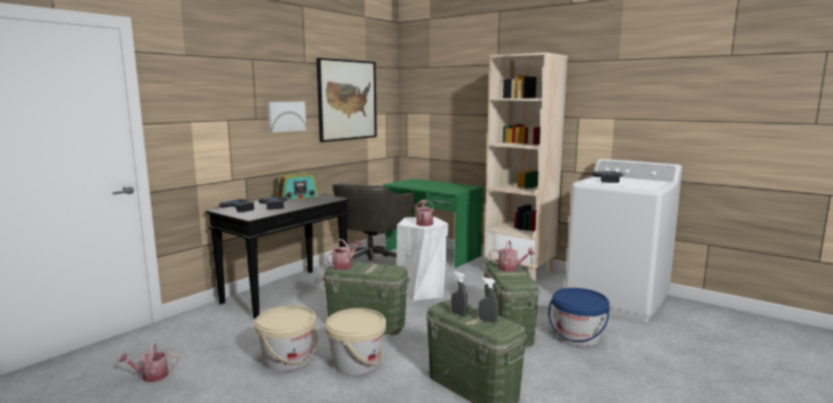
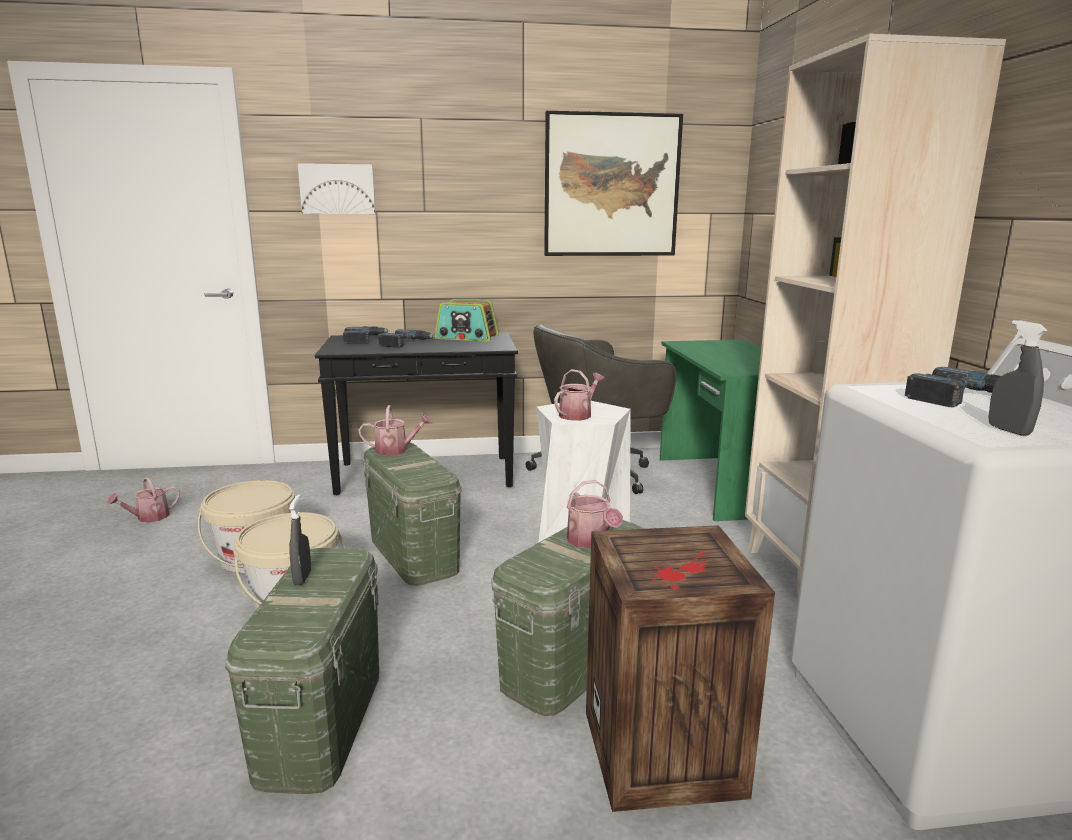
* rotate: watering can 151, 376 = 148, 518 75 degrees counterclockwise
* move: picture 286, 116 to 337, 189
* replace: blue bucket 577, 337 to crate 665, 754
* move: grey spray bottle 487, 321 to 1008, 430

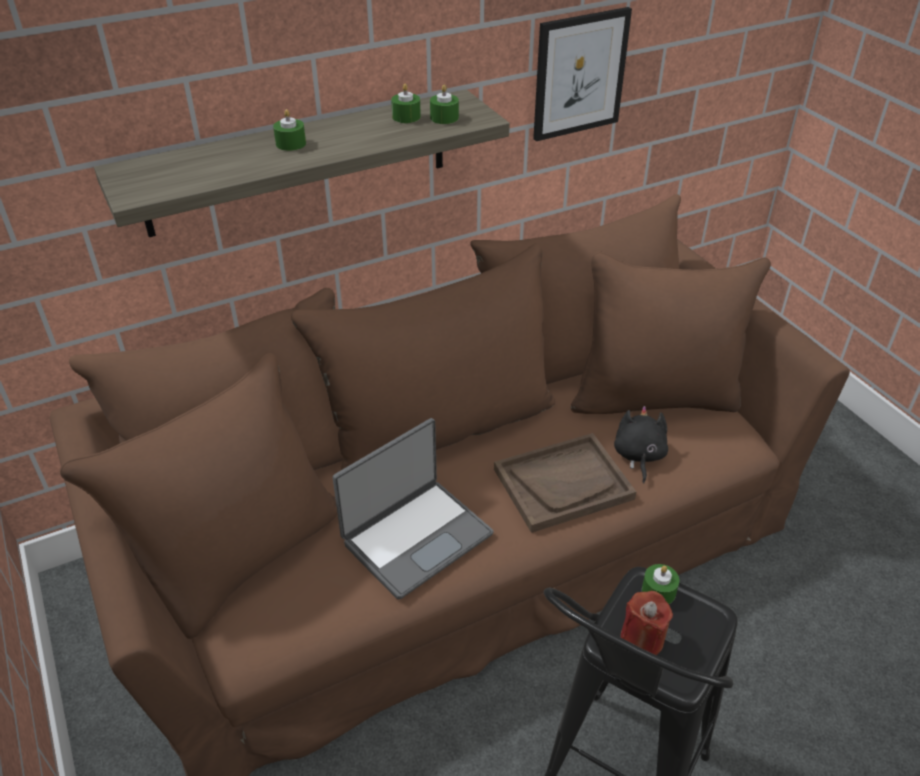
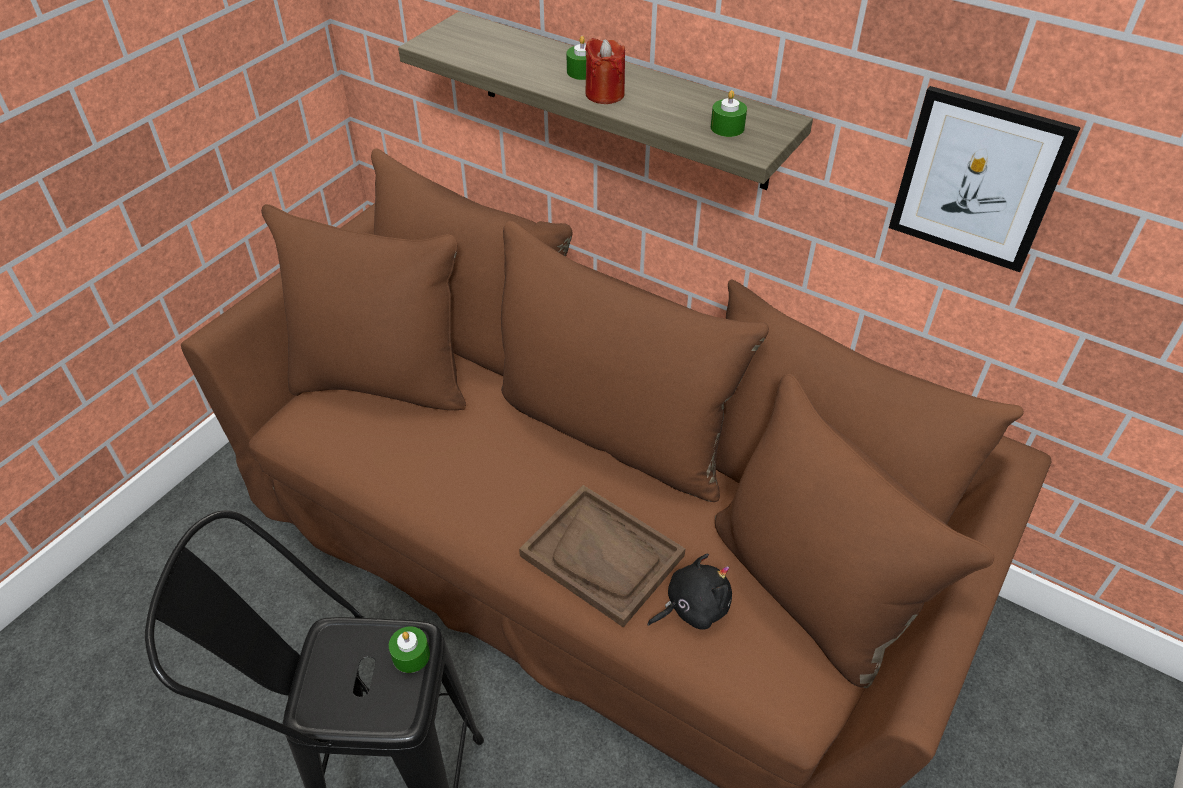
* move: red candle 642, 639 to 604, 94
* delete: laptop 416, 537
* delete: green candle 406, 117

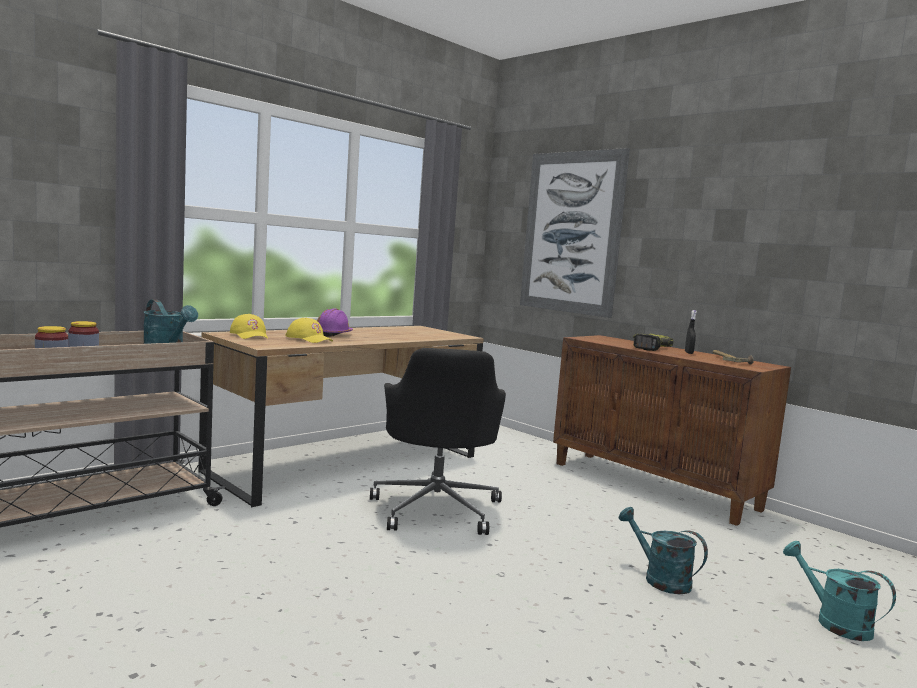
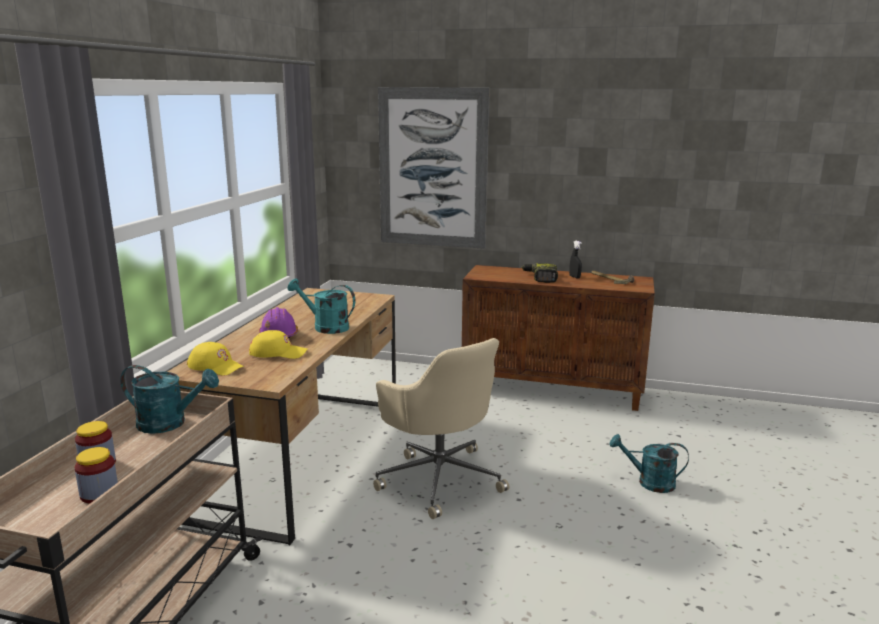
* move: turquoise watering can 834, 622 to 325, 327
* recolor: black office chair 437, 508 to beige office chair 439, 478

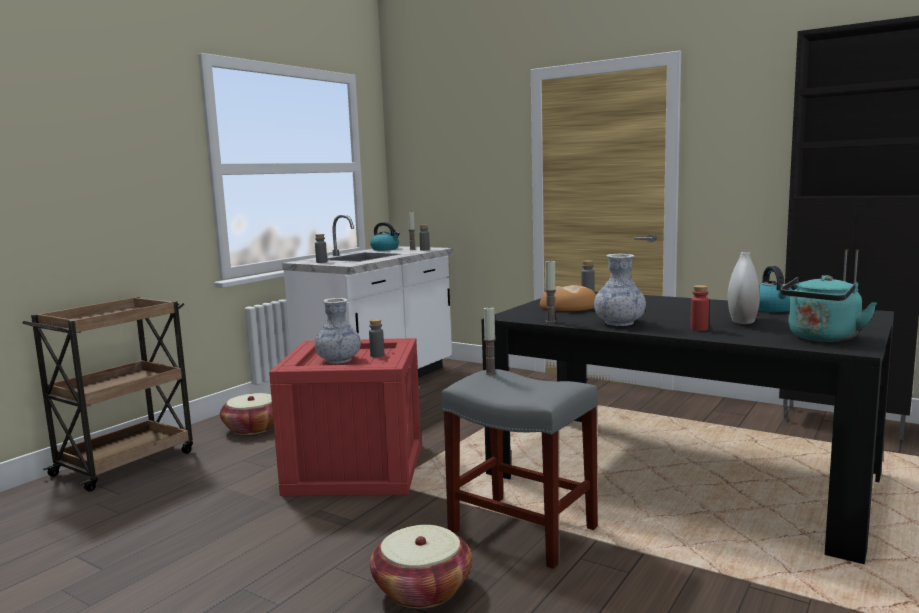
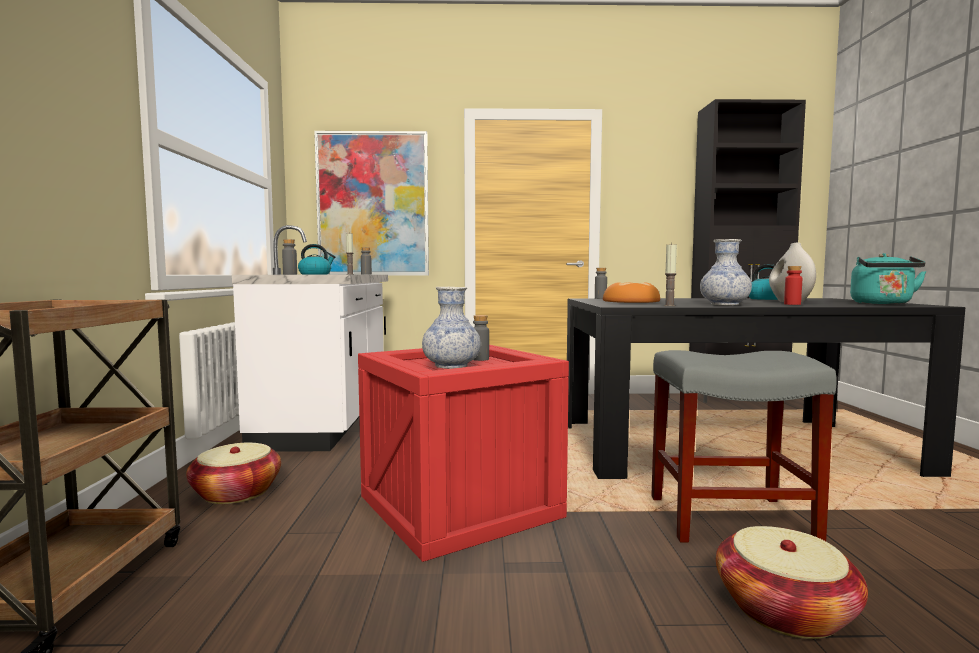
* insert: picture 373, 204
* delete: candle 490, 373

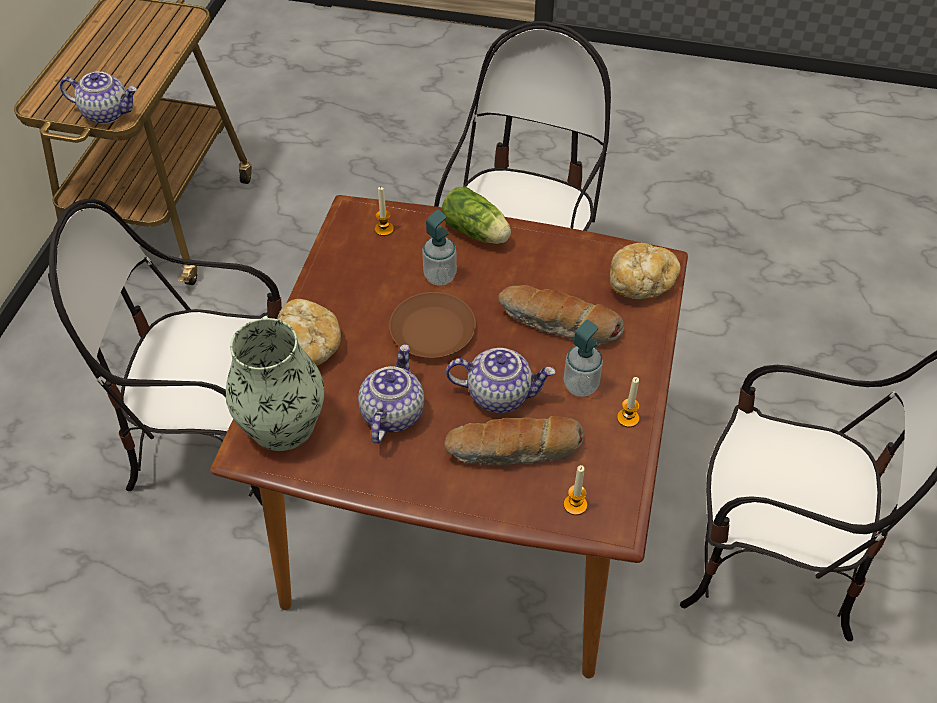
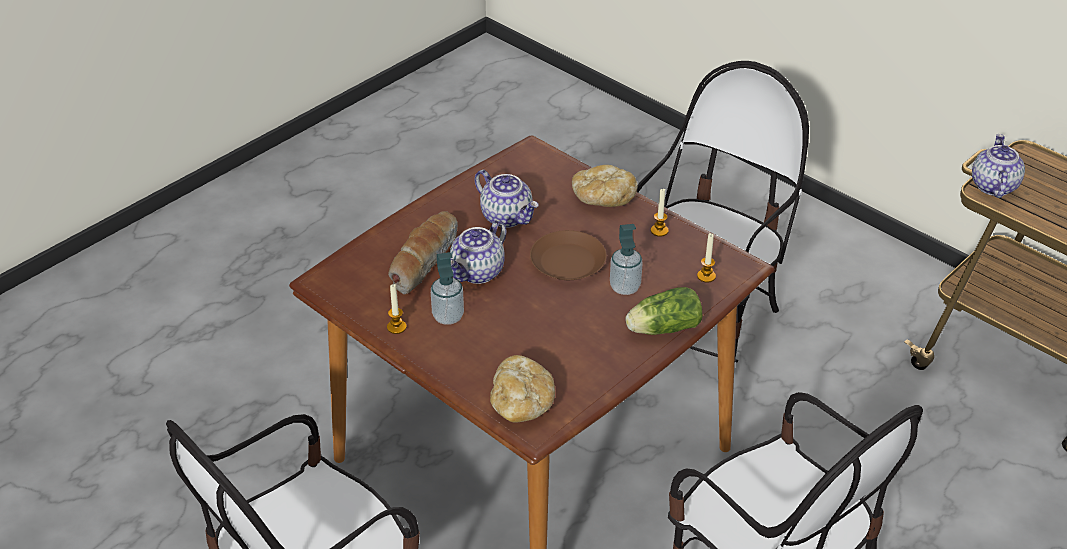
* move: candle 575, 505 to 659, 231
* rotate: teapot 107, 113 = 993, 185 150 degrees clockwise
* delete: vase 283, 424
* delete: bread 558, 324

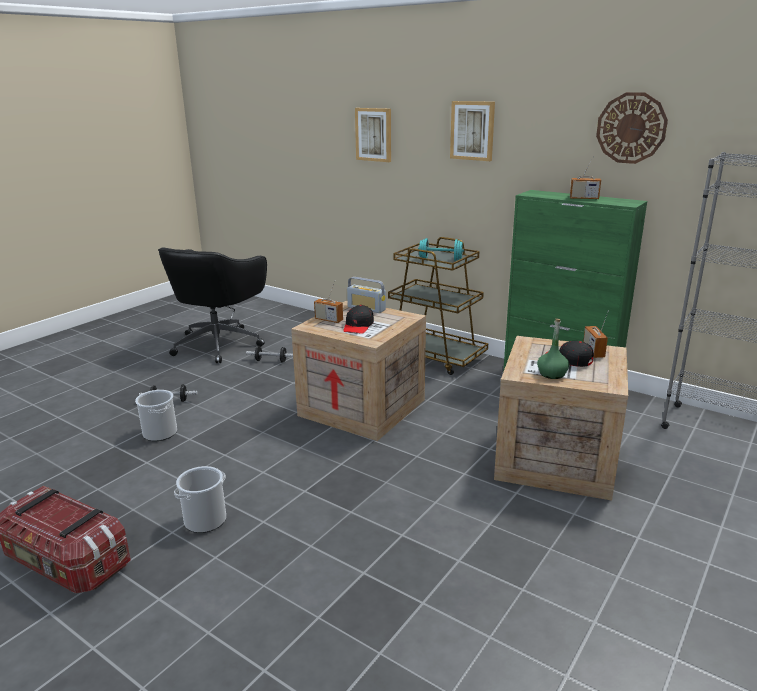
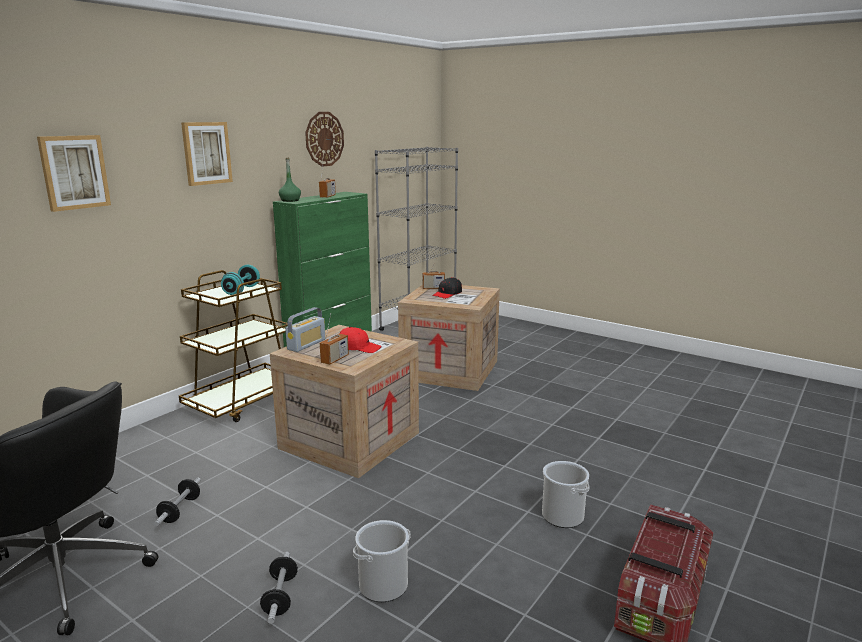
* move: green bottle 552, 374 to 290, 200
* recolor: black cap 358, 326 to red cap 359, 347

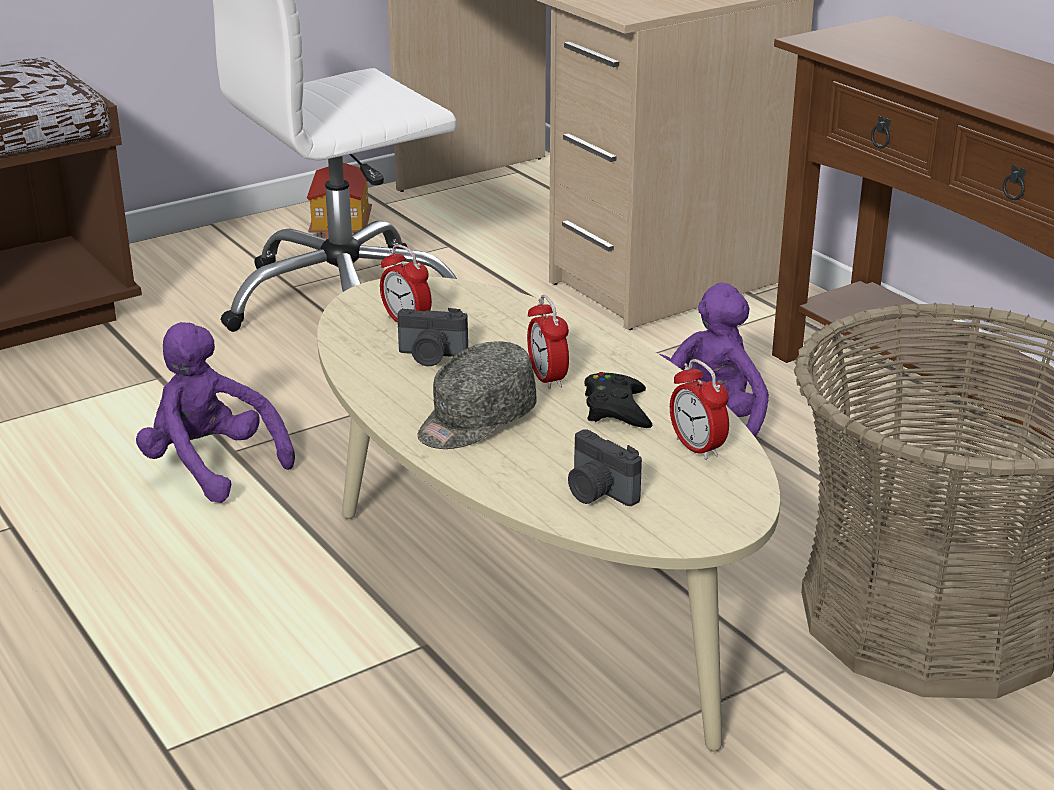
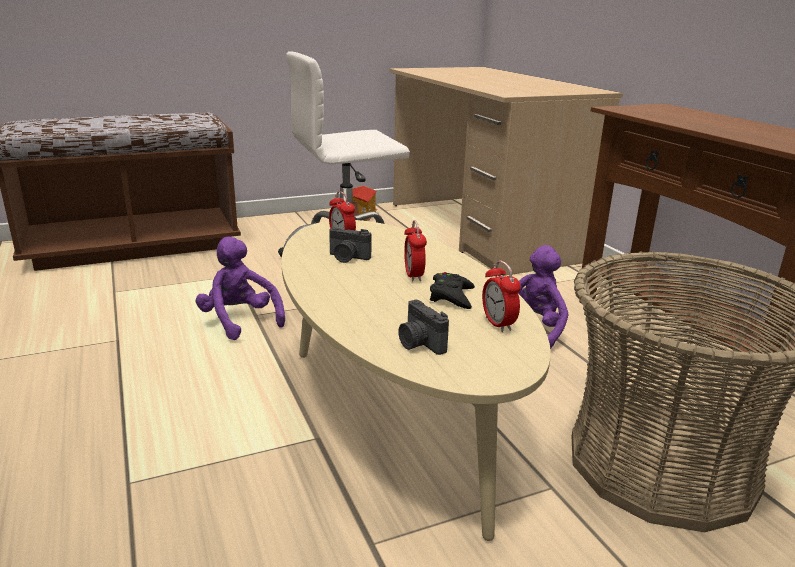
* delete: grey cap 475, 421

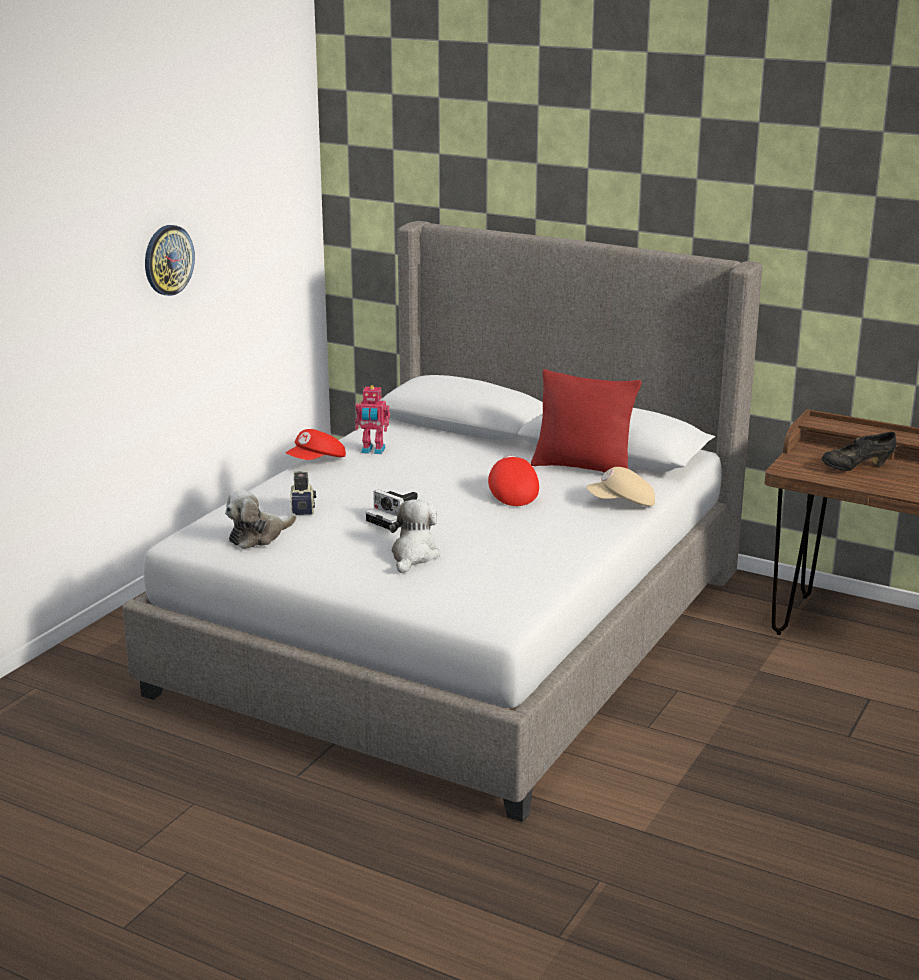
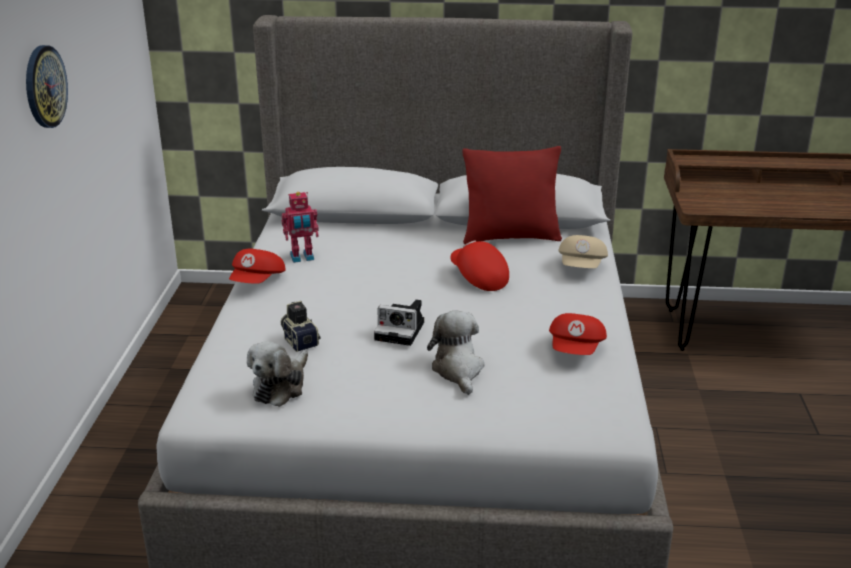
* insert: red cap 576, 350
* rotate: beige cap 622, 503 = 582, 267 45 degrees counterclockwise
* delete: black shoe 856, 468

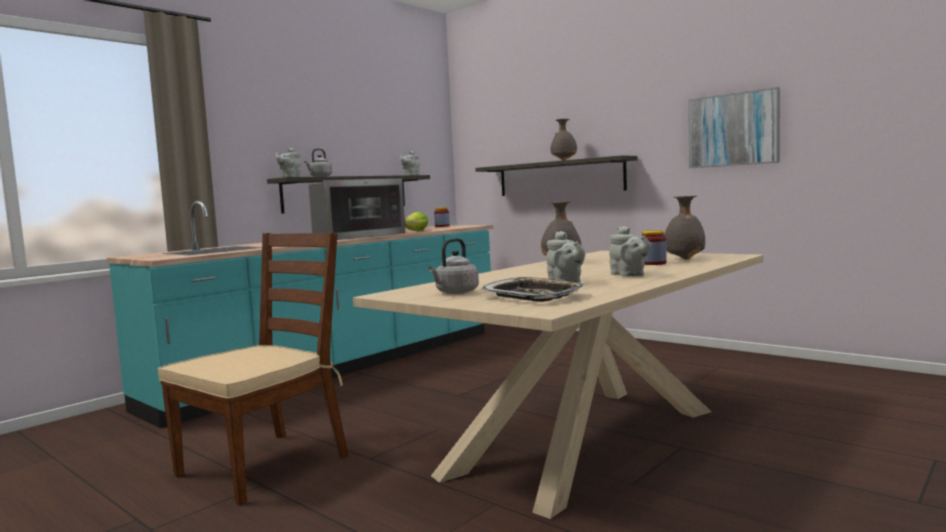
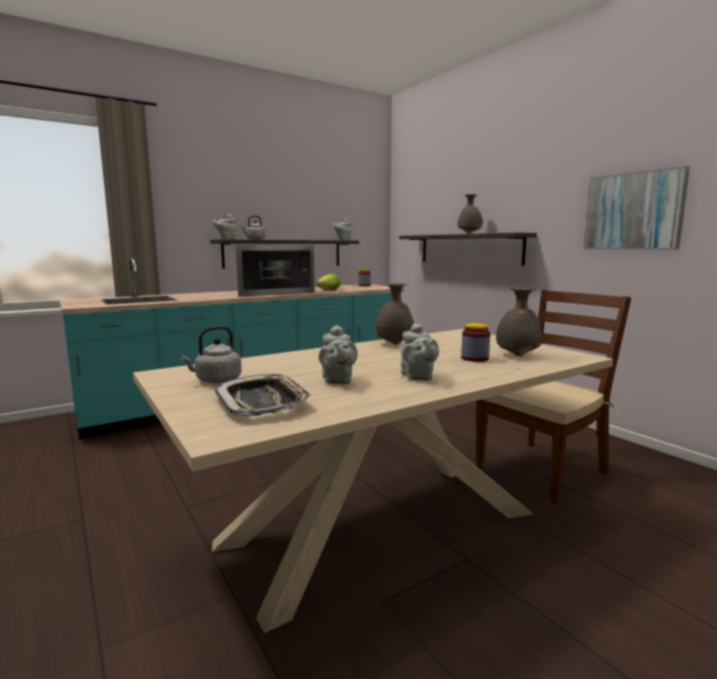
* move: brown chair 265, 465 to 542, 469

